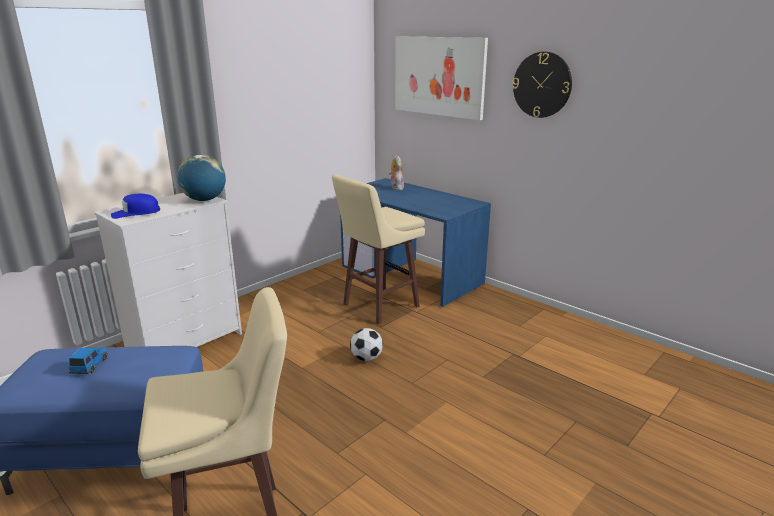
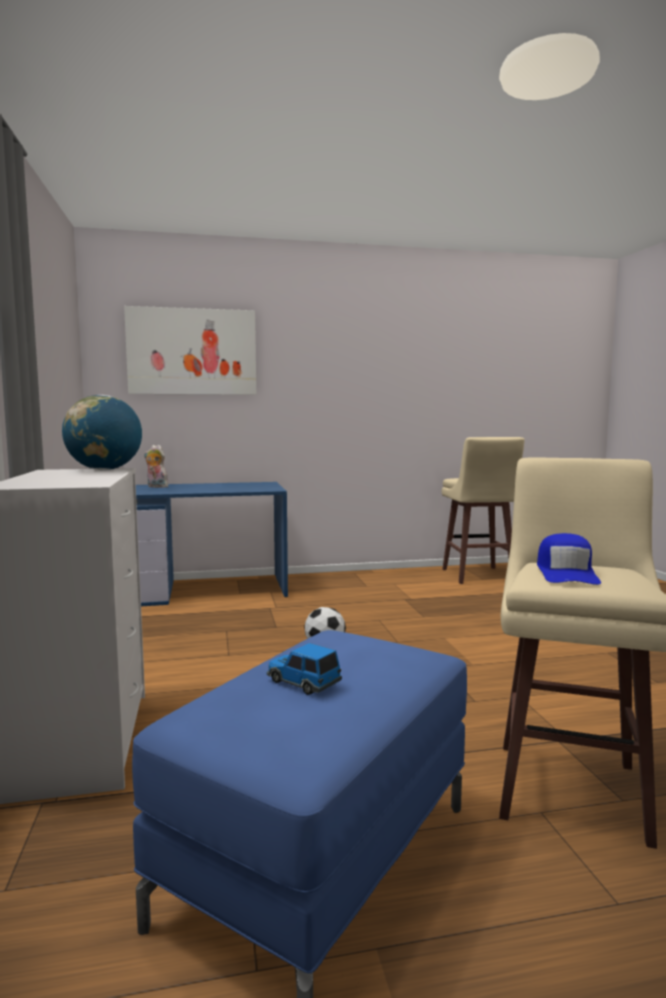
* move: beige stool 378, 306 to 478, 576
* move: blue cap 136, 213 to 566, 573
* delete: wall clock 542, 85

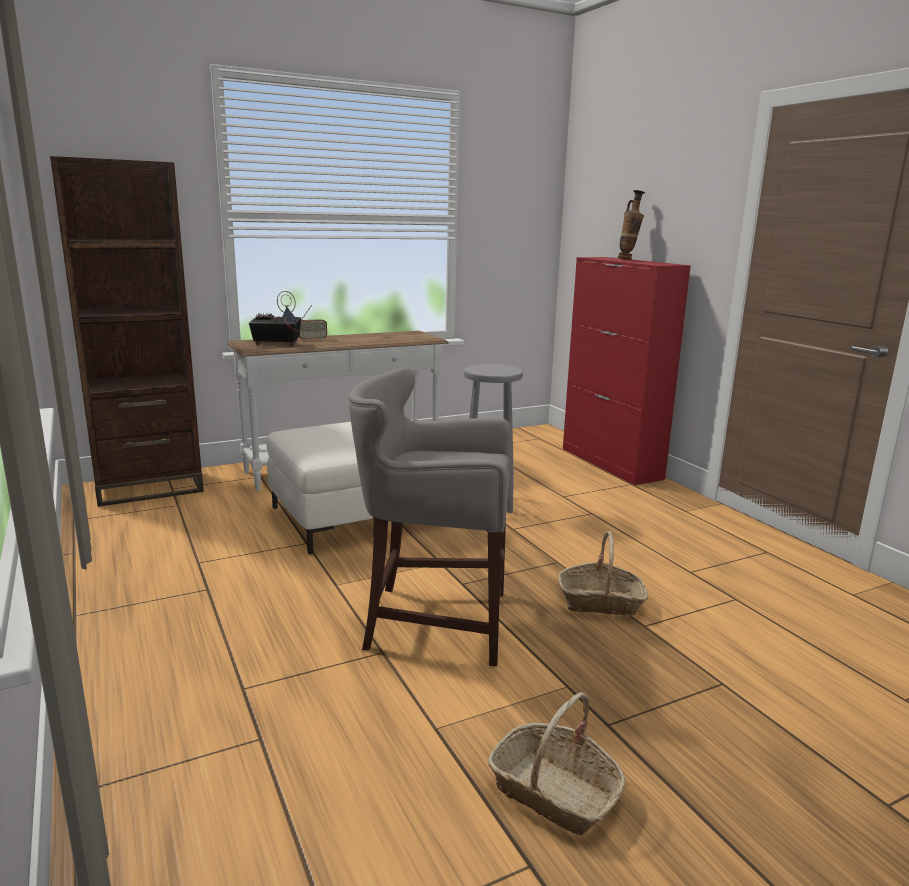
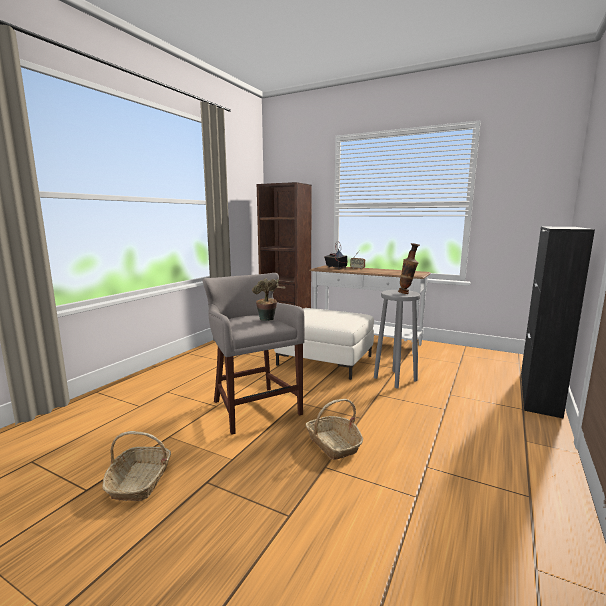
* insert: potted plant 267, 320
* move: vase 628, 259 to 407, 293
* recolor: red cabinet 611, 463 to black cabinet 539, 393

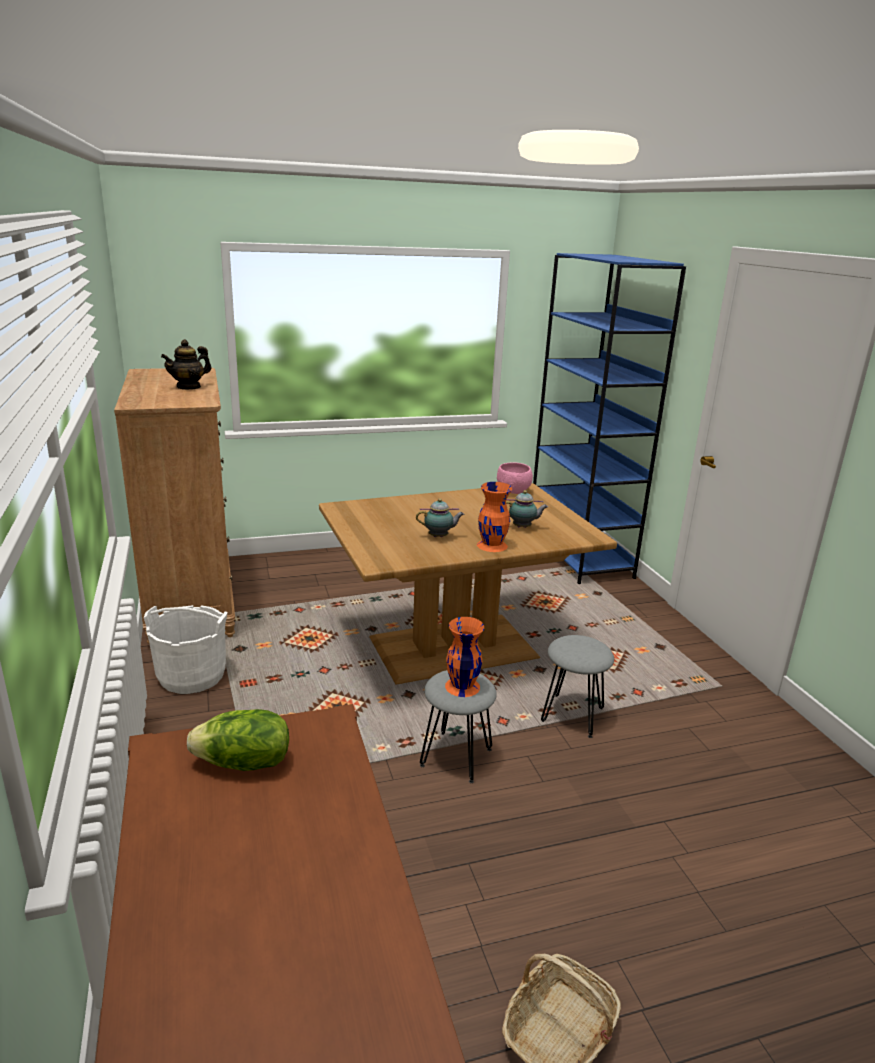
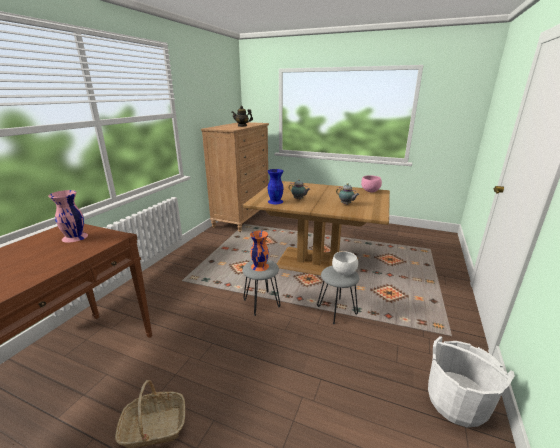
* replace: lettuce 244, 764 to pink vase 74, 237
* insert: blue vase 275, 201
* insert: white bowl 344, 273
* move: white bucket 191, 676 to 456, 402
* delete: orange vase 492, 545
* delete: blue bookcase 579, 556

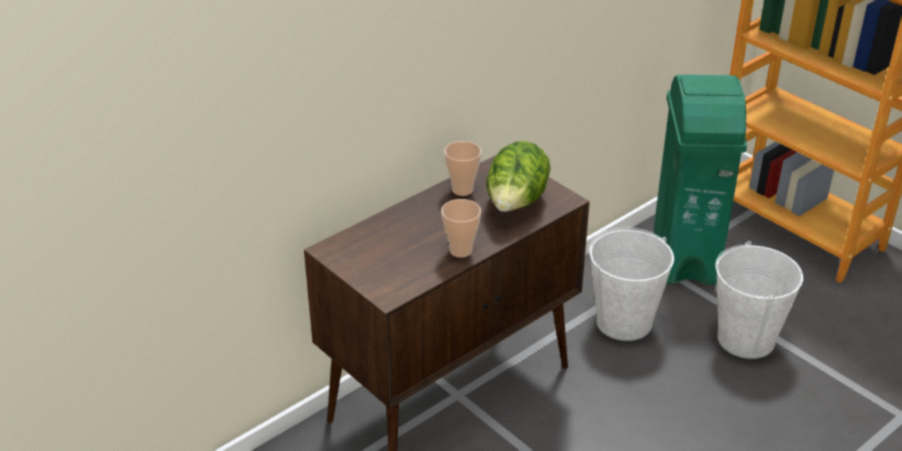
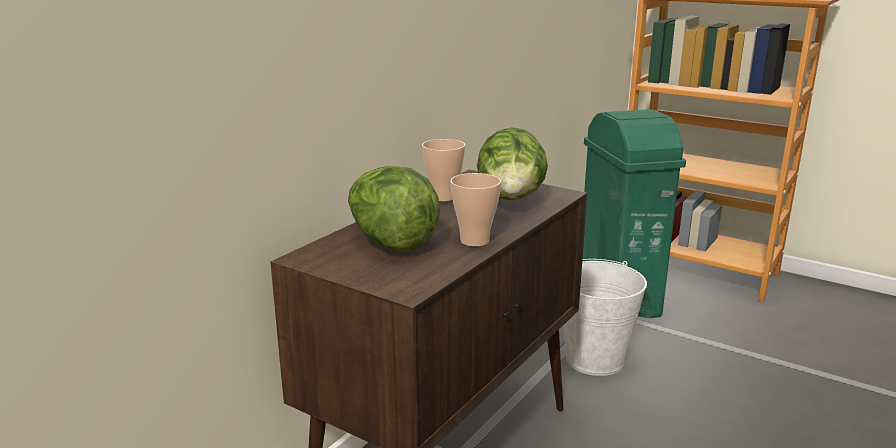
* insert: lettuce 390, 242
* delete: white bucket 746, 339

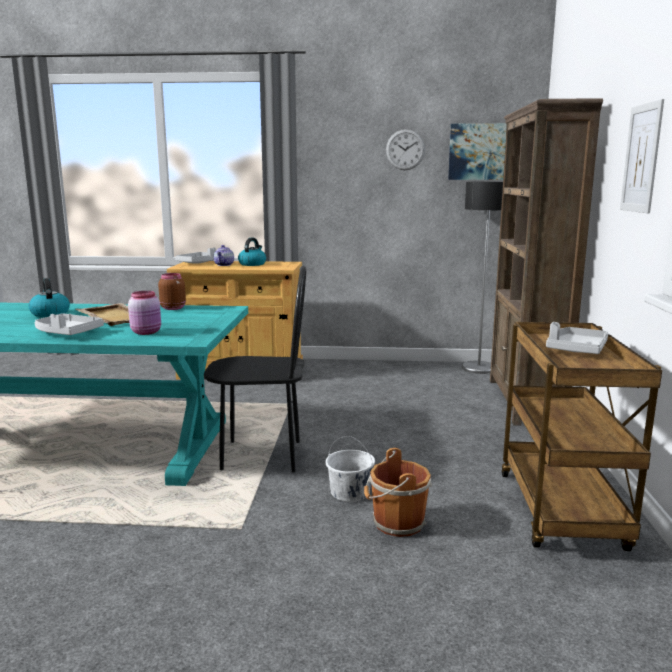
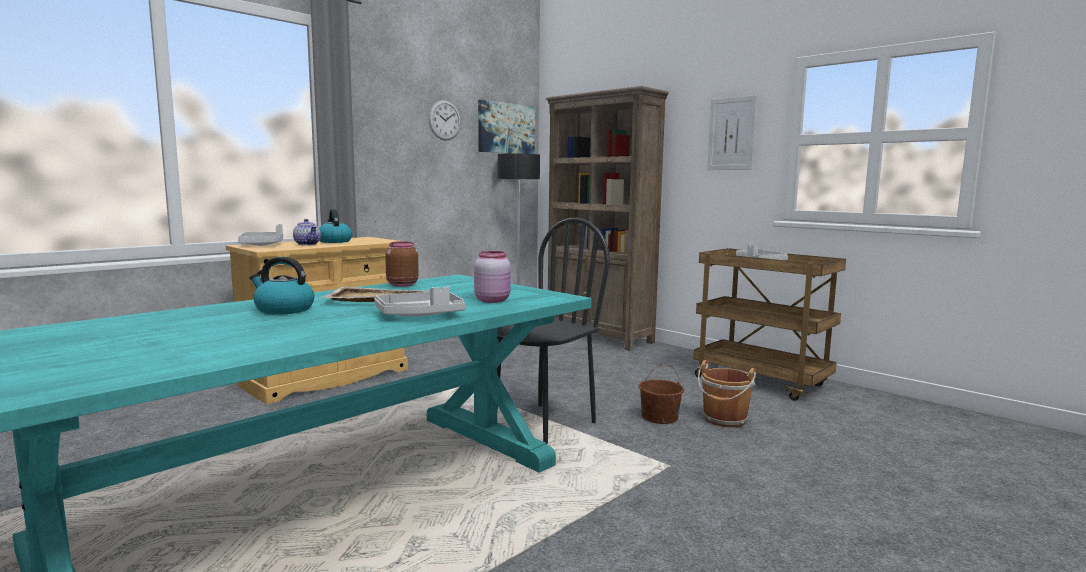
* recolor: white bucket 350, 492 to brown bucket 660, 417

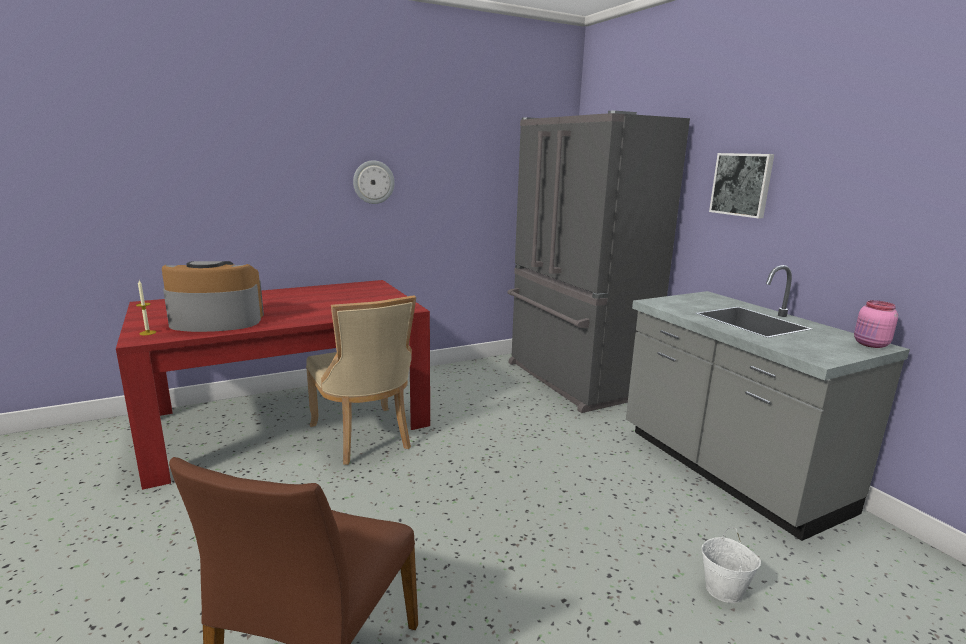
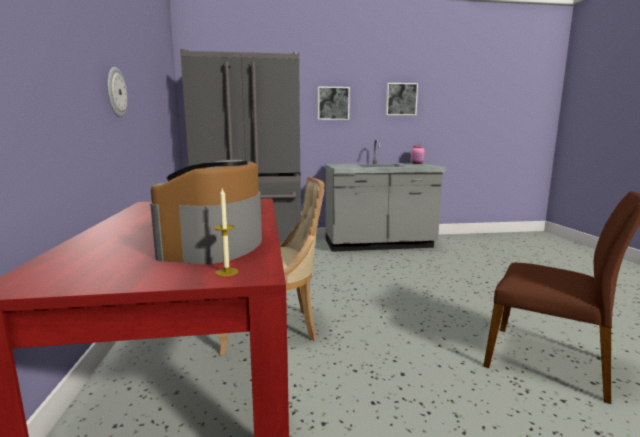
* insert: picture 401, 99
* delete: white bucket 724, 590

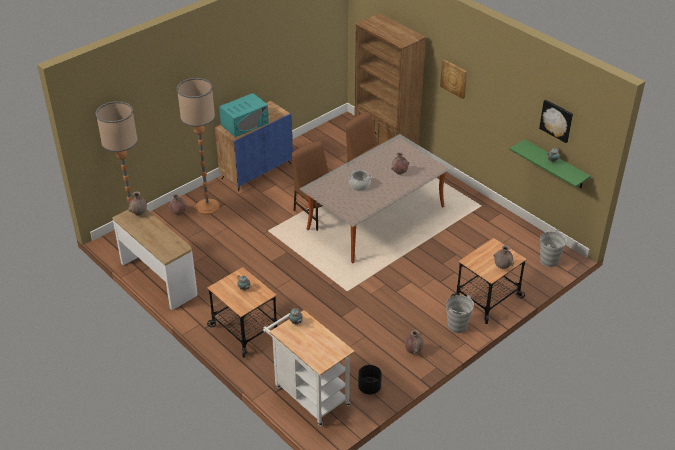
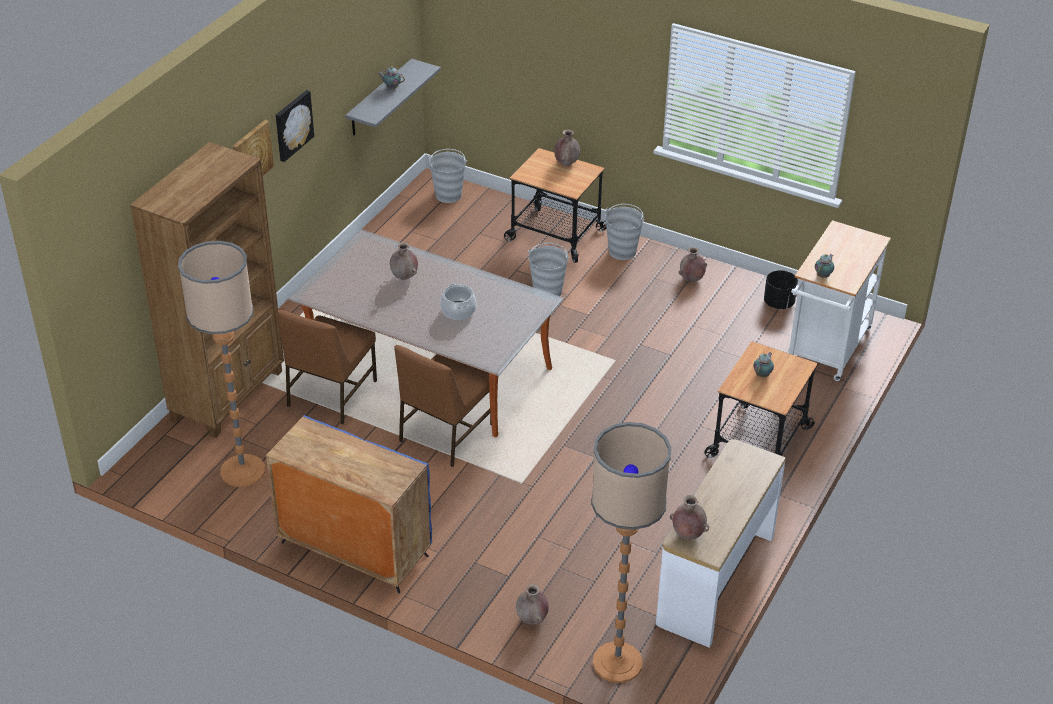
* move: floor lamp 207, 207 to 243, 471
* move: picture 557, 120 to 292, 125
* recolor: green shelf 555, 164 to grey shelf 379, 98
* insert: grey bucket 547, 291
* delete: turquoise microwave 245, 124

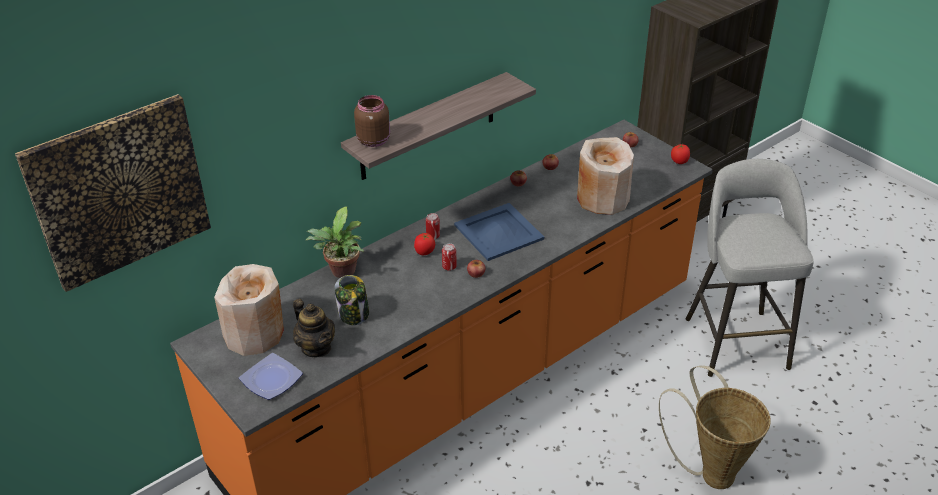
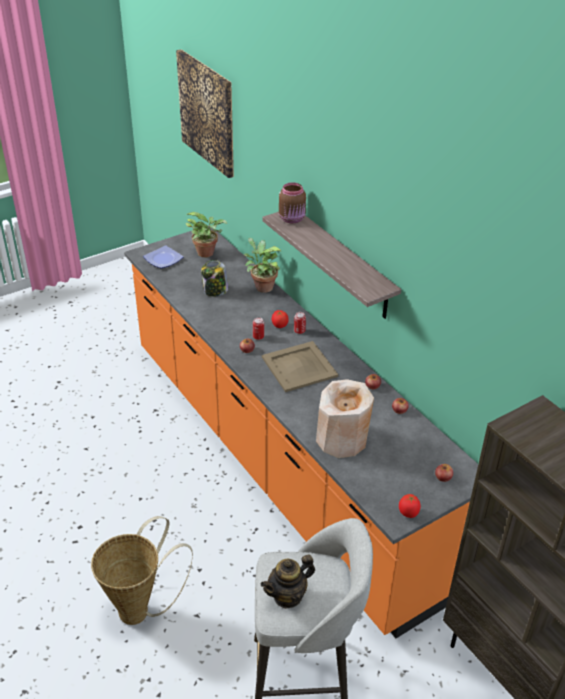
* replace: beige vase 255, 333 to potted plant 208, 253
* move: teapot 316, 347 to 288, 596
* recolor: blue tray 498, 232 to beige tray 298, 366

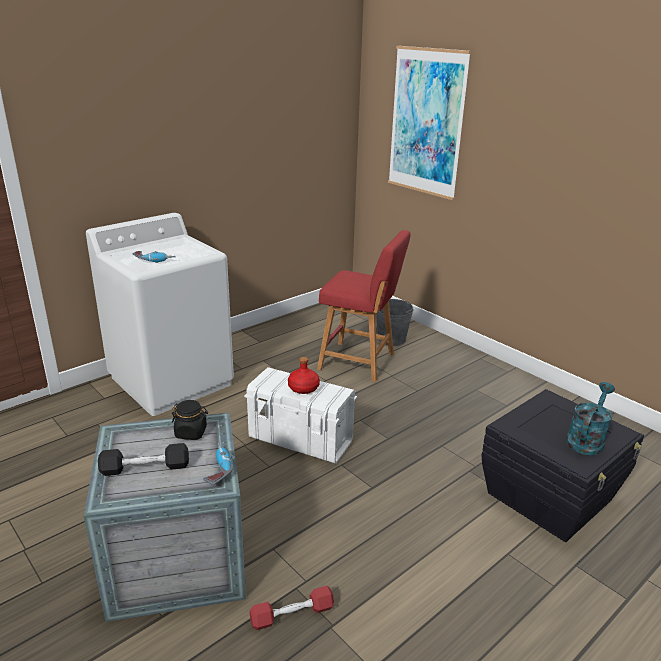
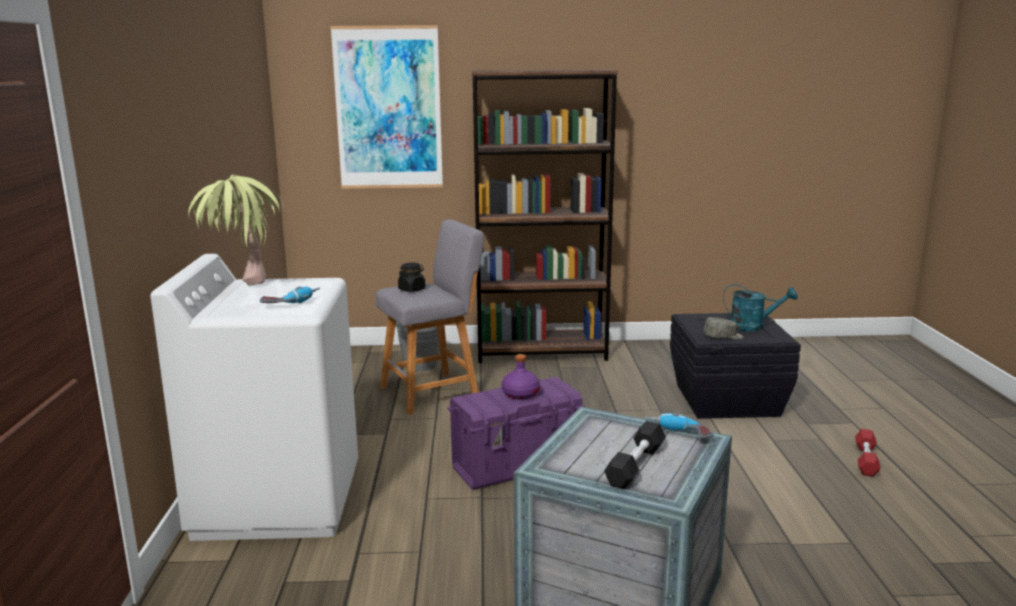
* insert: potted plant 243, 292
* recolor: red stool 360, 362 to grey stool 434, 392
* move: black jar 191, 432 to 412, 289
* recolor: white storage box 301, 440 to purple storage box 517, 465
* insert: brown bookcase 541, 352
* recolor: red bottle 303, 388 to purple bottle 520, 394
* insert: grey cap 723, 336
* rotate: turquoise watering can 586, 439 = 753, 326 120 degrees clockwise
* move: red dumbbell 292, 615 to 866, 460

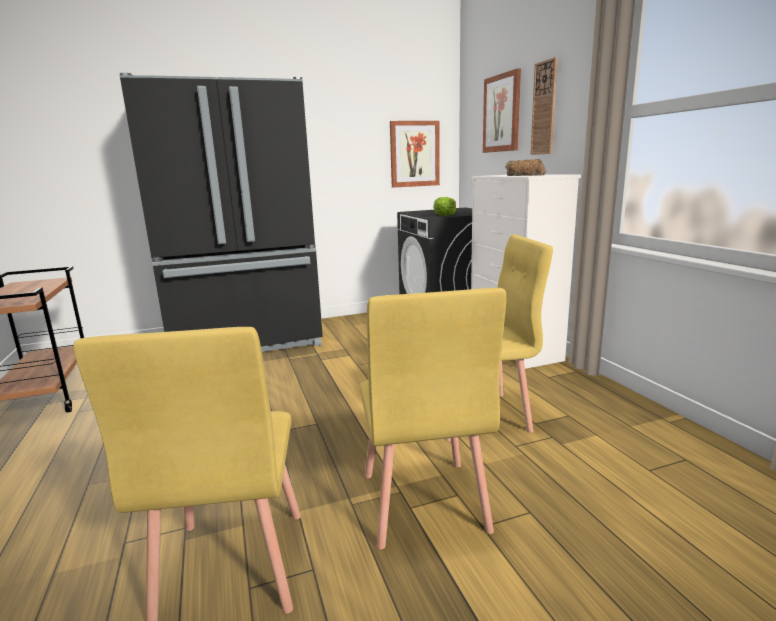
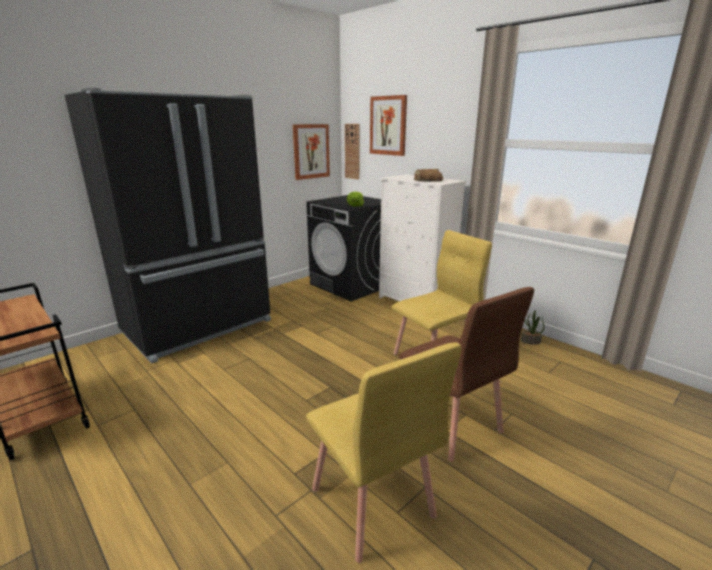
* move: wall clock 544, 108 to 352, 151
* recolor: yellow chair 422, 502 to brown chair 450, 425
* insert: potted plant 530, 341

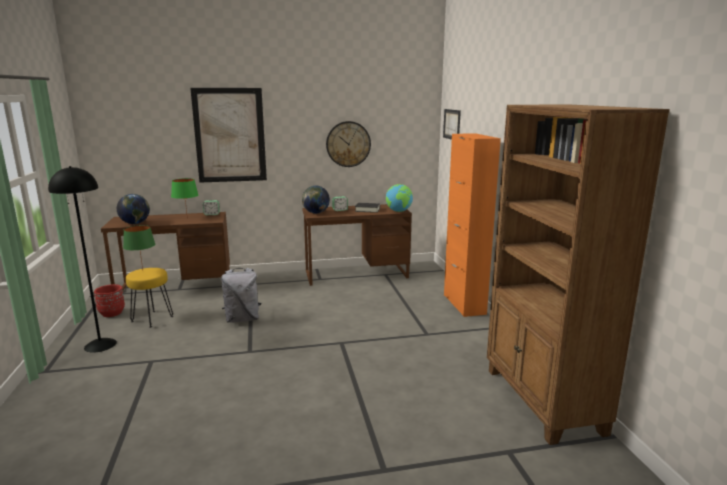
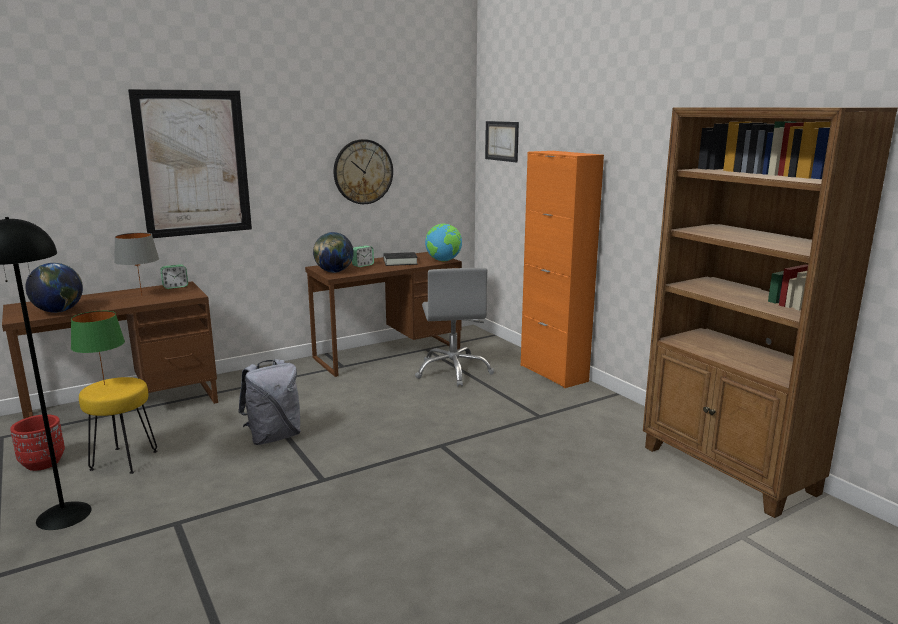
* recolor: green table lamp 187, 218 to grey table lamp 141, 296
* insert: grey office chair 453, 371

